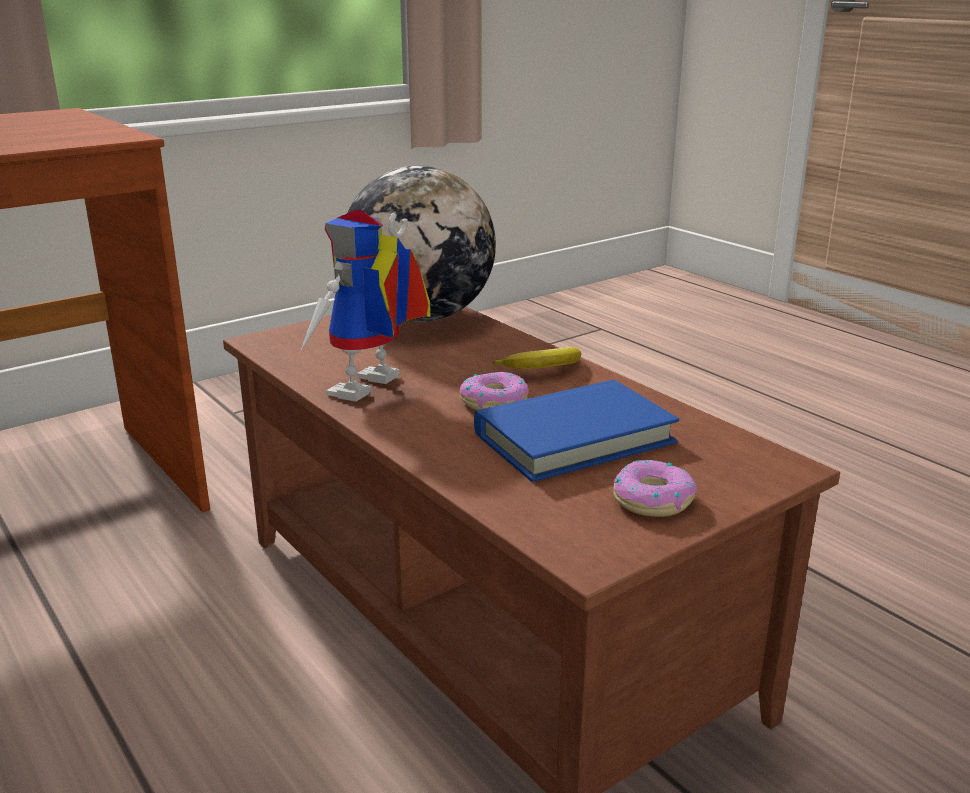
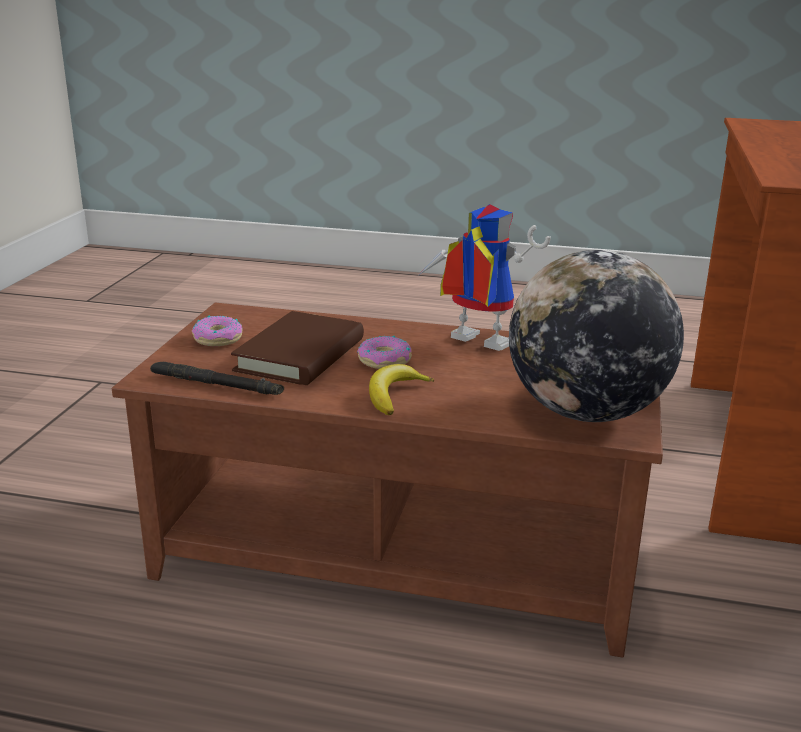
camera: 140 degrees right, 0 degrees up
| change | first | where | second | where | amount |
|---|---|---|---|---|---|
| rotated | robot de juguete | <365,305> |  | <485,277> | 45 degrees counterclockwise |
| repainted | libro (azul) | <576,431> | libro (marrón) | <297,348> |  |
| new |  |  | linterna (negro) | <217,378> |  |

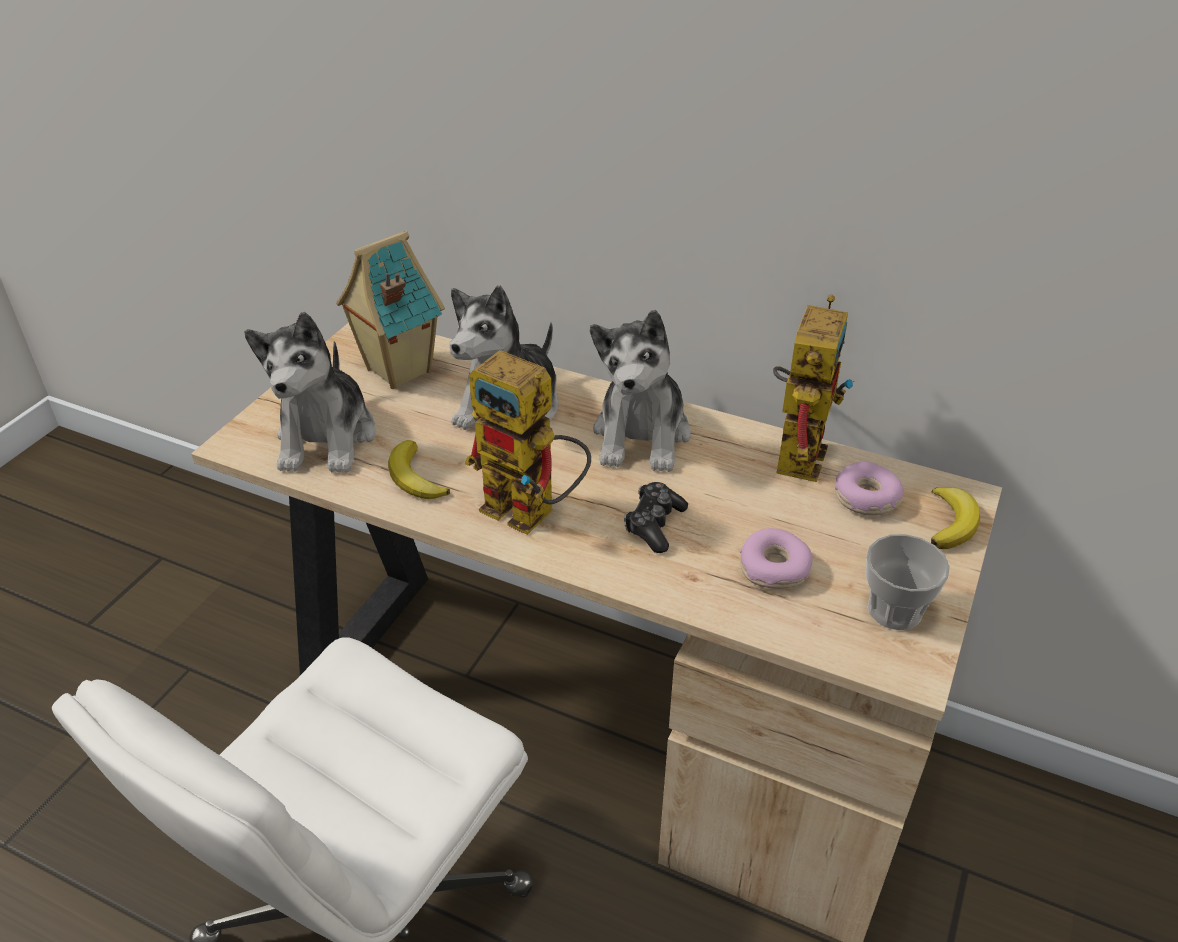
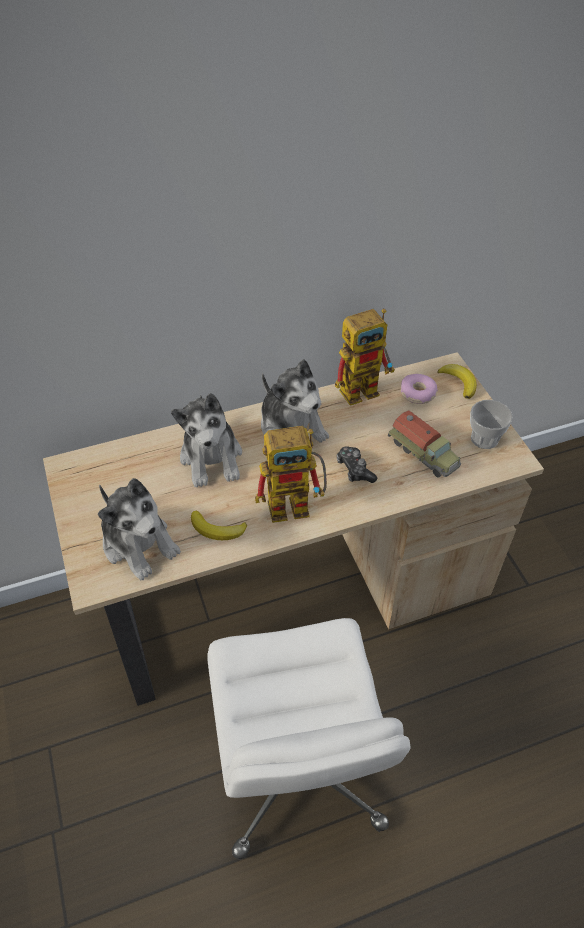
camera: 45 degrees left, 10 degrees up
| change | first | where | second | where | amount |
|---|---|---|---|---|---|
| gone | casita | <390,310> |  |  |  |
| rotated | robot de juguete | <813,388> |  | <365,357> | 90 degrees clockwise |
| swapped | rosquilla | <776,558> | camión de juguete | <424,444> |  |

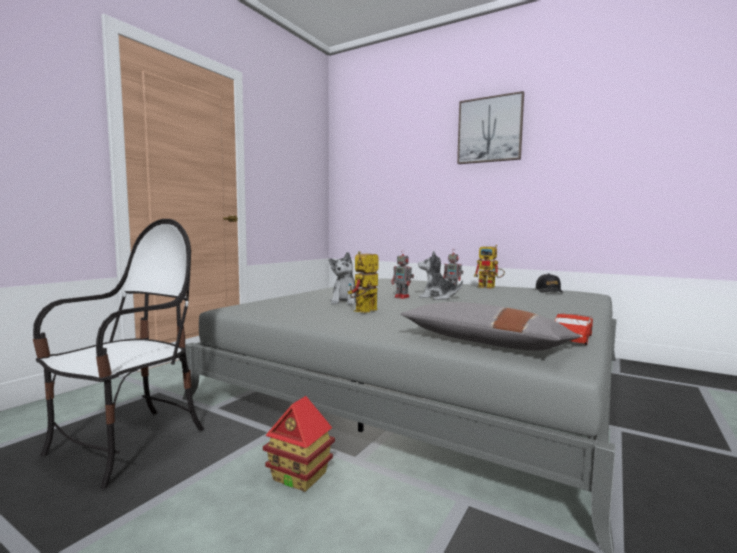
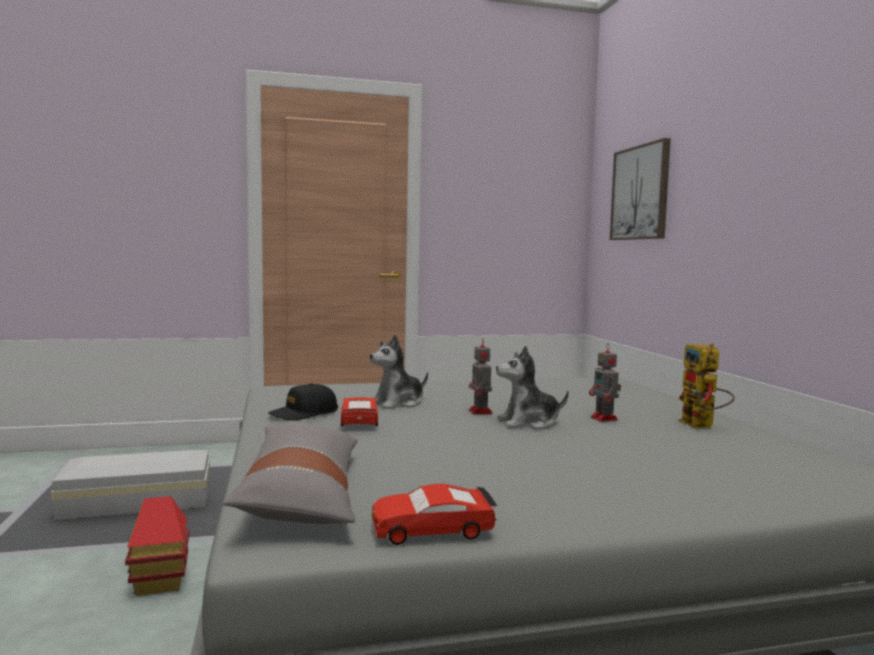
camera: 45 degrees right, 0 degrees up
| change | first | where | second | where | amount |
|---|---|---|---|---|---|
| shifted | cuadro | <490,127> |  | <640,189> |  |
| swapped | silla | <118,354> | caja de almacenaje (blanco) | <130,485> |  |
| rotated | peluche | <440,275> |  | <532,387> | 75 degrees counterclockwise |
| swapped | robot de juguete | <363,282> | coche de juguete (rojo) | <359,411> |  |
| shifted | gorra (negro) | <549,283> |  | <303,401> |  |

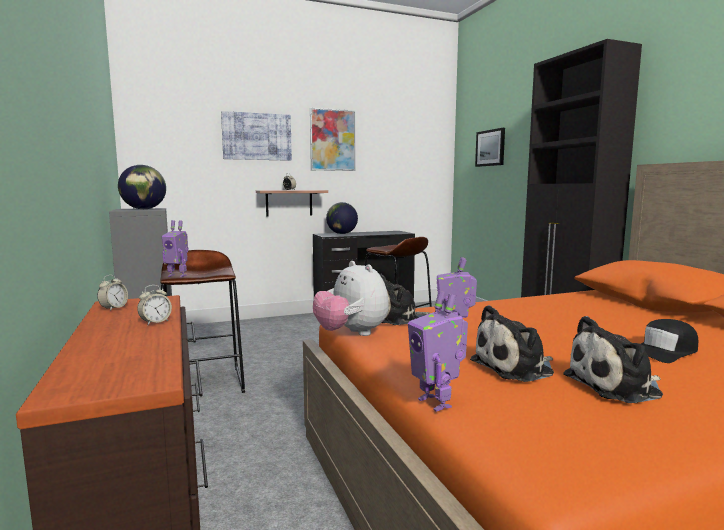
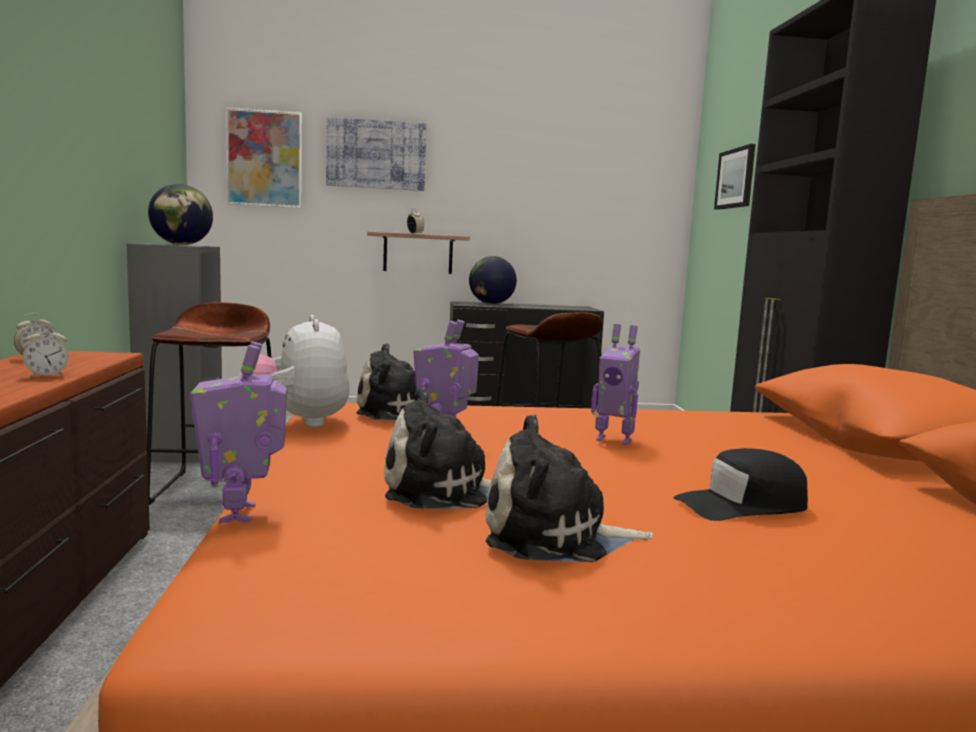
camera: 15 degrees right, 0 degrees up
| change | first | where | second | where | amount |
|---|---|---|---|---|---|
| shifted | cuadro | <333,139> |  | <264,157> |  |
| shifted | robot de juguete | <175,248> |  | <615,384> |  |

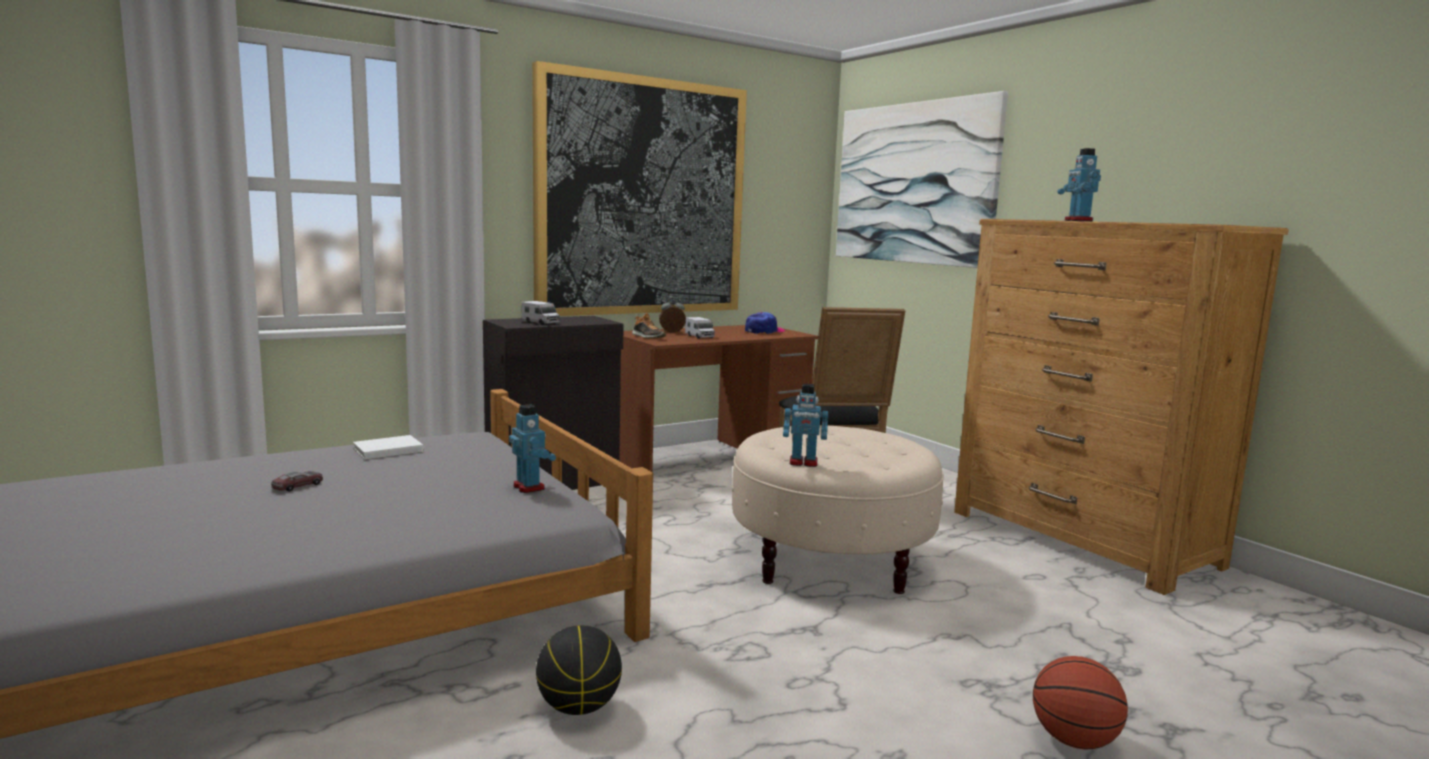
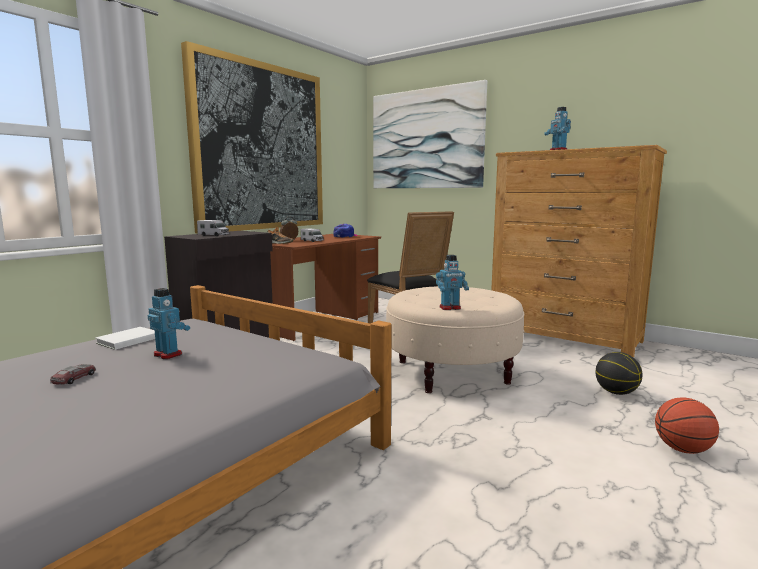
camera: 20 degrees left, 0 degrees up
| change | first | where | second | where | amount |
|---|---|---|---|---|---|
| shifted | robot de juguete | <532,448> |  | <169,323> |  |
| shifted | balón de baloncesto | <579,670> |  | <619,373> |  |

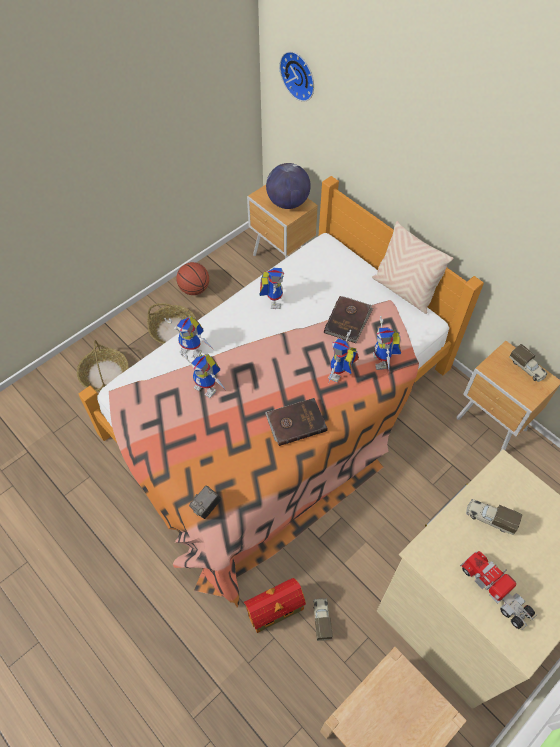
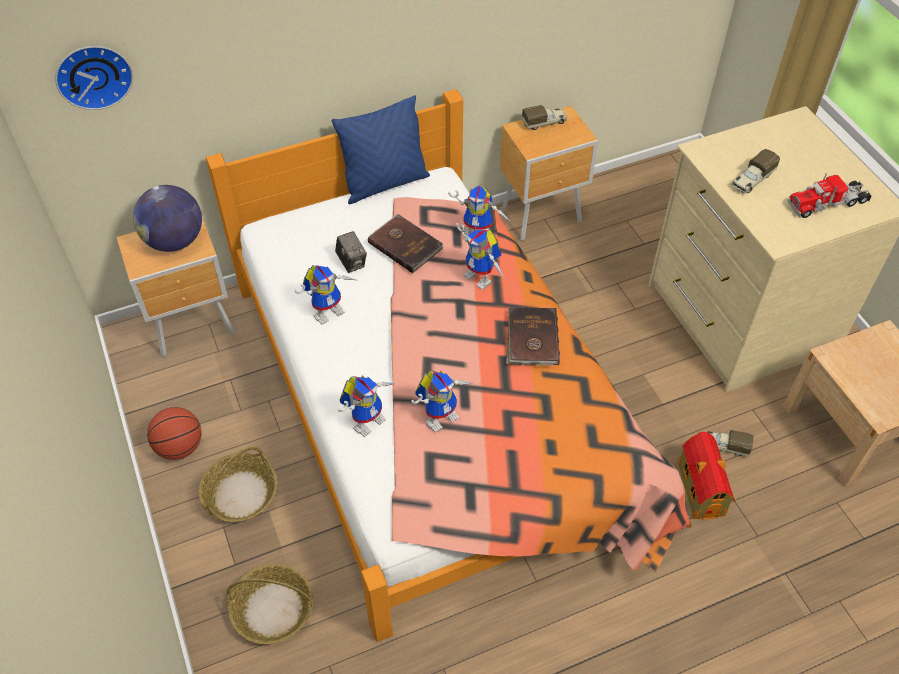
camera: 70 degrees left, 5 degrees down
| change | first | where | second | where | amount |
|---|---|---|---|---|---|
| repainted | cojín (beis) | <413,267> | cojín (azul) | <380,149> |  |
| rotated | robot de juguete | <272,288> |  | <325,295> | 120 degrees clockwise |
| shifted | cámara | <205,502> |  | <351,252> |  |

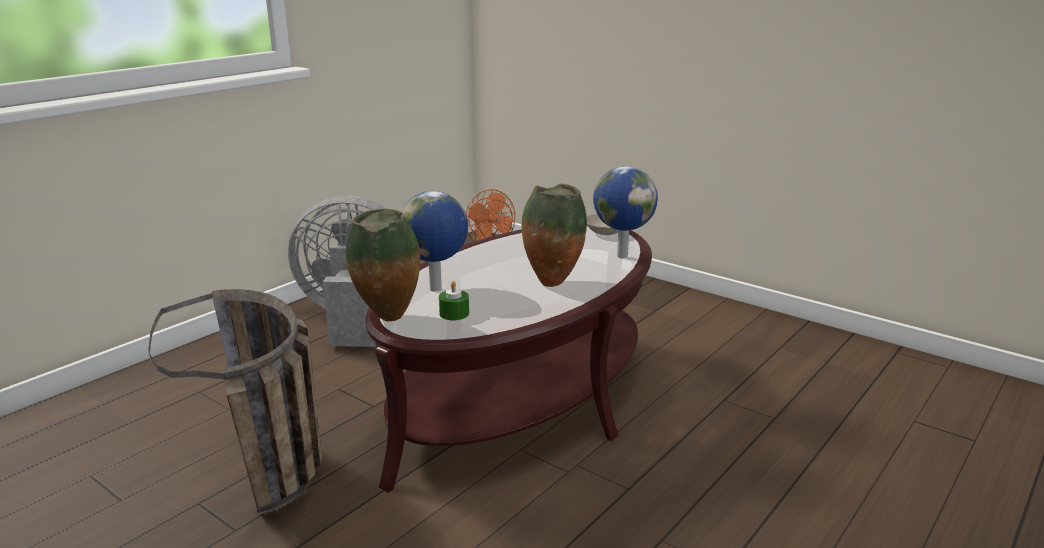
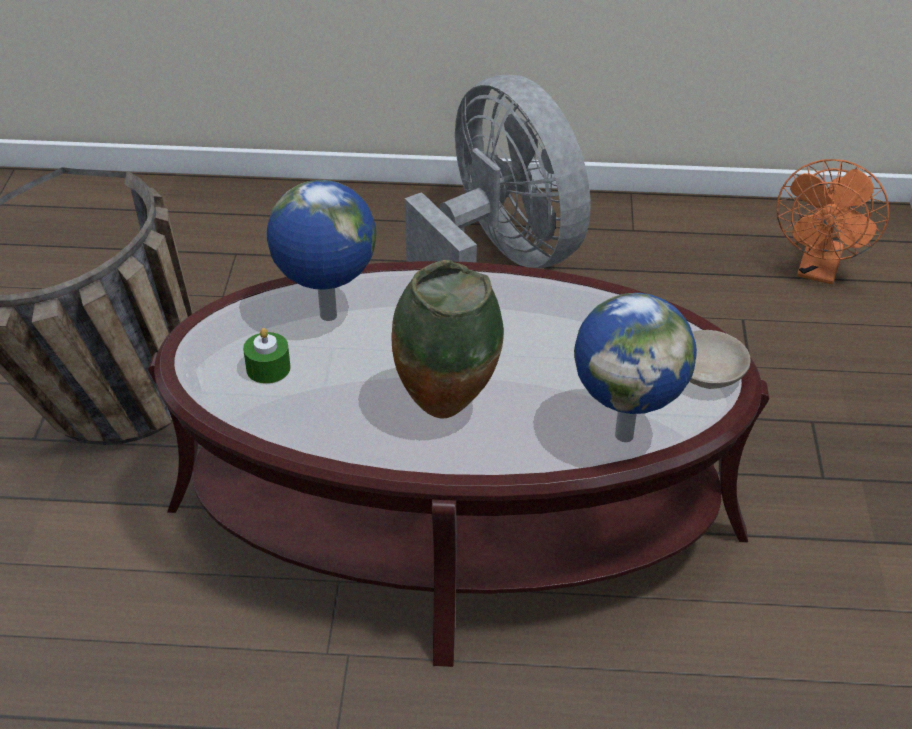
camera: 55 degrees right, 20 degrees up
| change | first | where | second | where | amount |
|---|---|---|---|---|---|
| gone | florero | <383,265> |  |  |  |

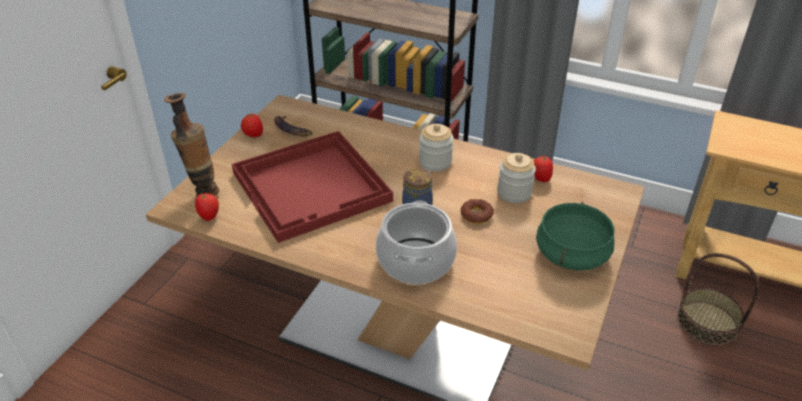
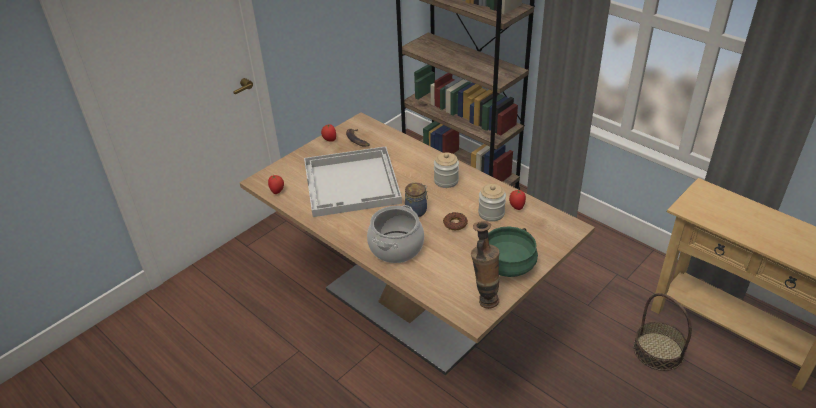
camera: 20 degrees right, 0 degrees up
| change | first | where | second | where | amount |
|---|---|---|---|---|---|
| shifted | florero | <191,145> |  | <485,265> |  |
| repainted | bandeja (rojo) | <312,187> | bandeja (blanco) | <353,181> |  |

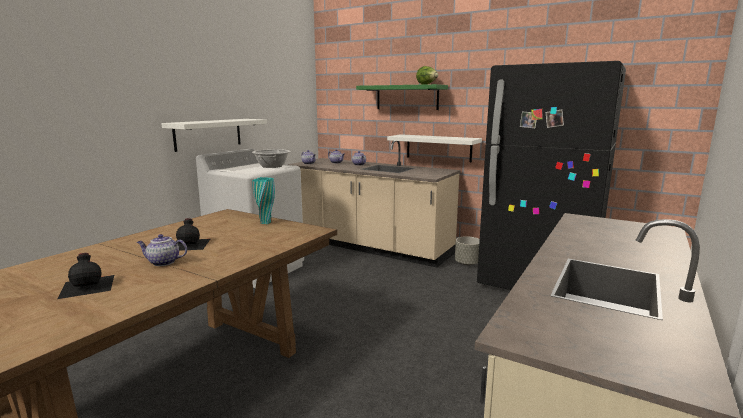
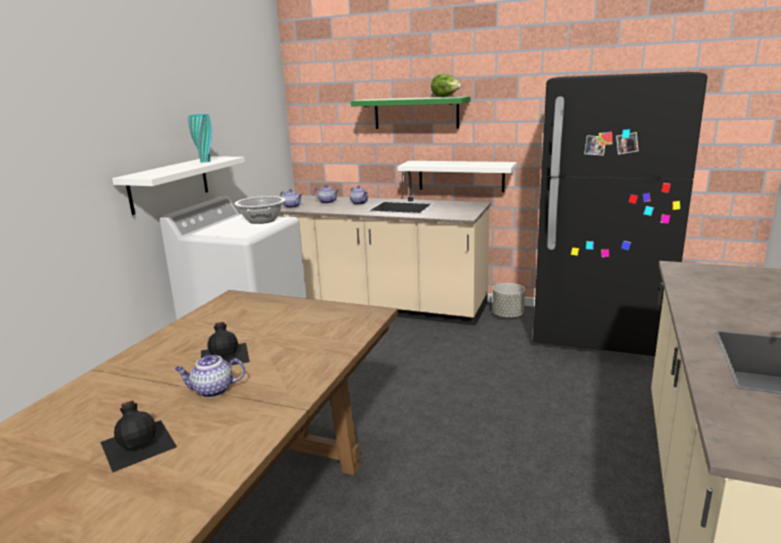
camera: 10 degrees left, 5 degrees up
| change | first | where | second | where | amount |
|---|---|---|---|---|---|
| shifted | florero (turquesa) | <263,200> |  | <200,138> |  |

